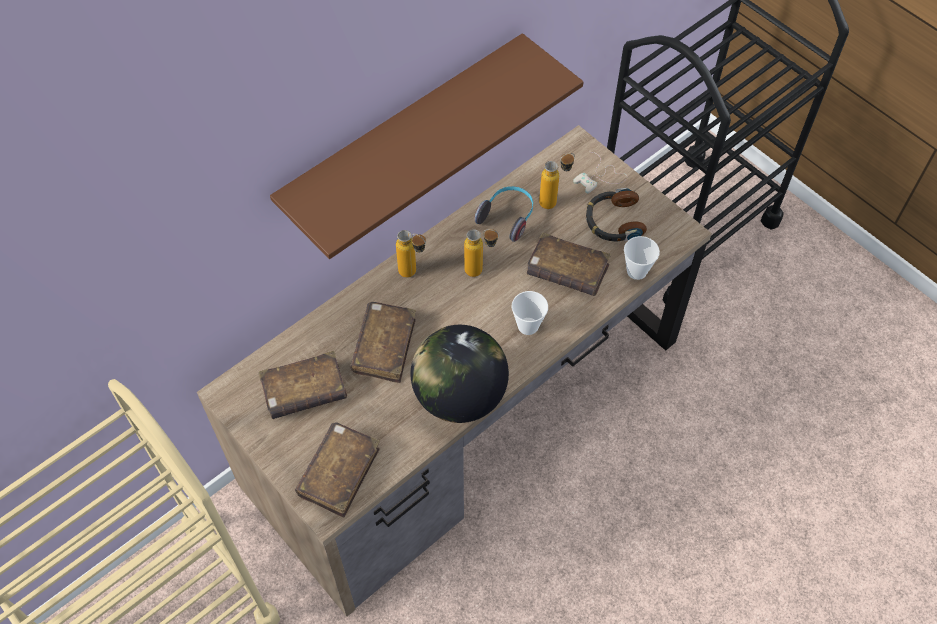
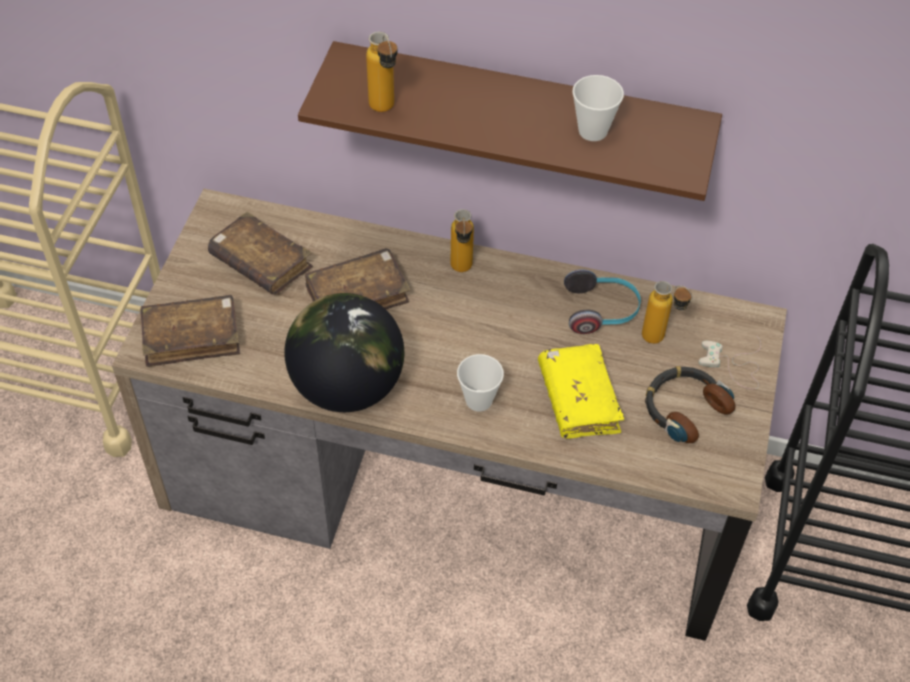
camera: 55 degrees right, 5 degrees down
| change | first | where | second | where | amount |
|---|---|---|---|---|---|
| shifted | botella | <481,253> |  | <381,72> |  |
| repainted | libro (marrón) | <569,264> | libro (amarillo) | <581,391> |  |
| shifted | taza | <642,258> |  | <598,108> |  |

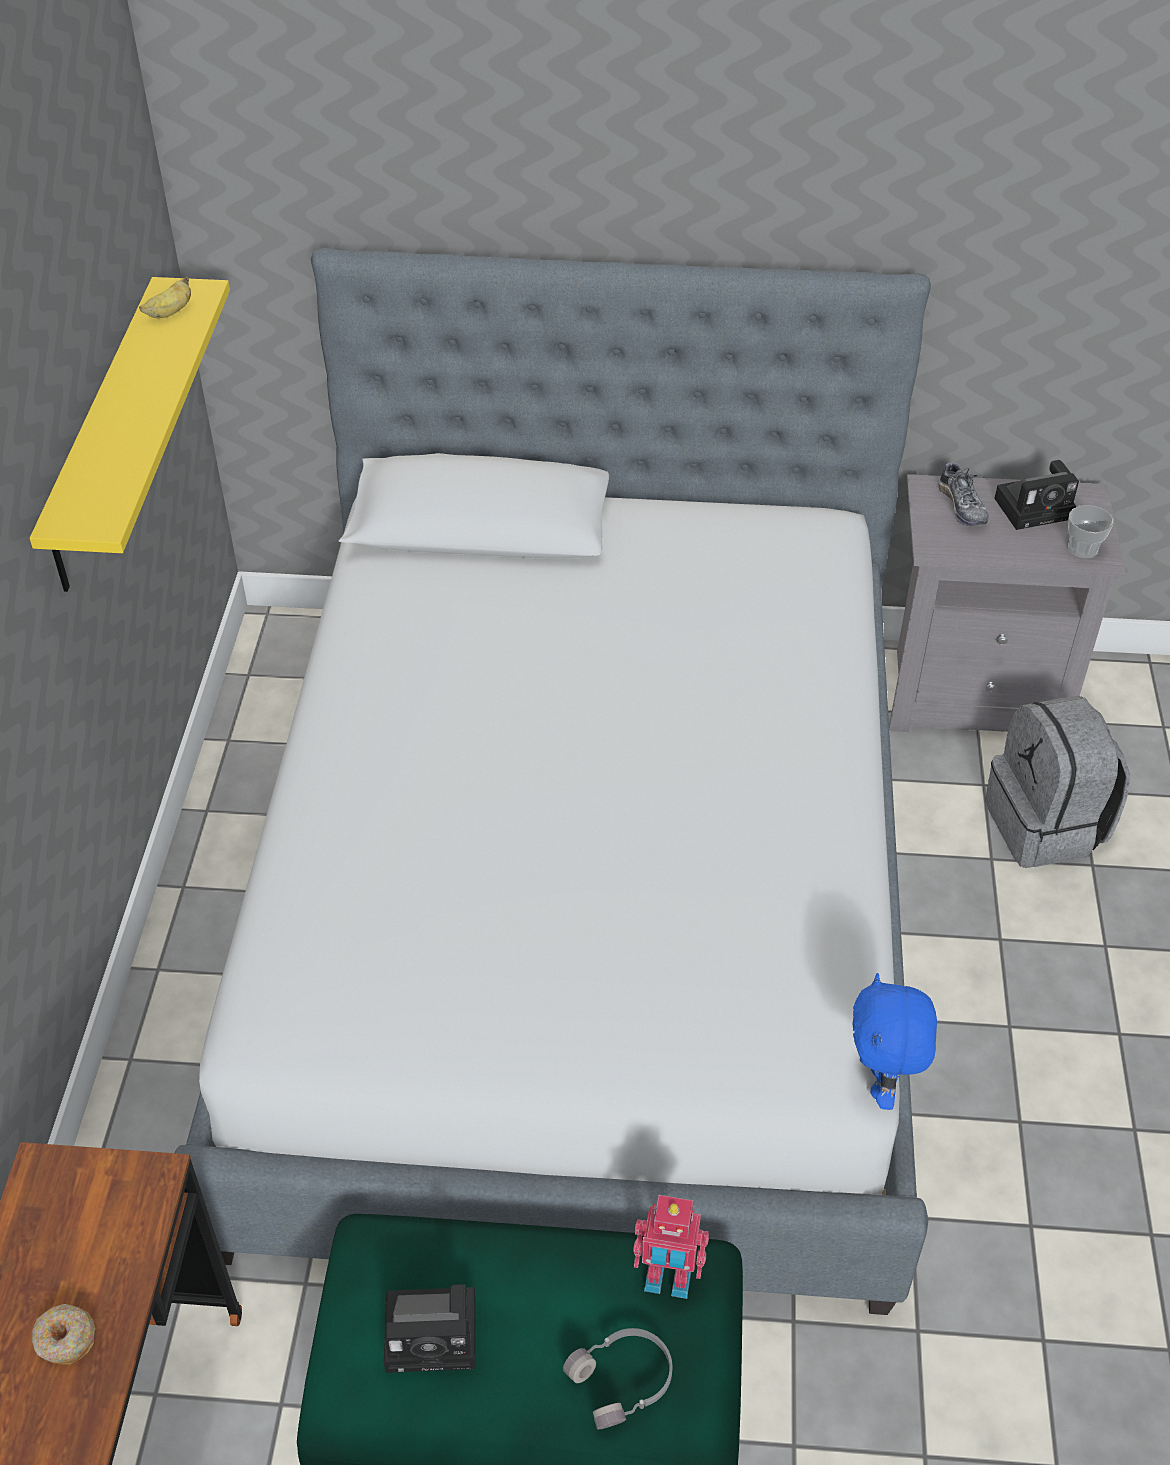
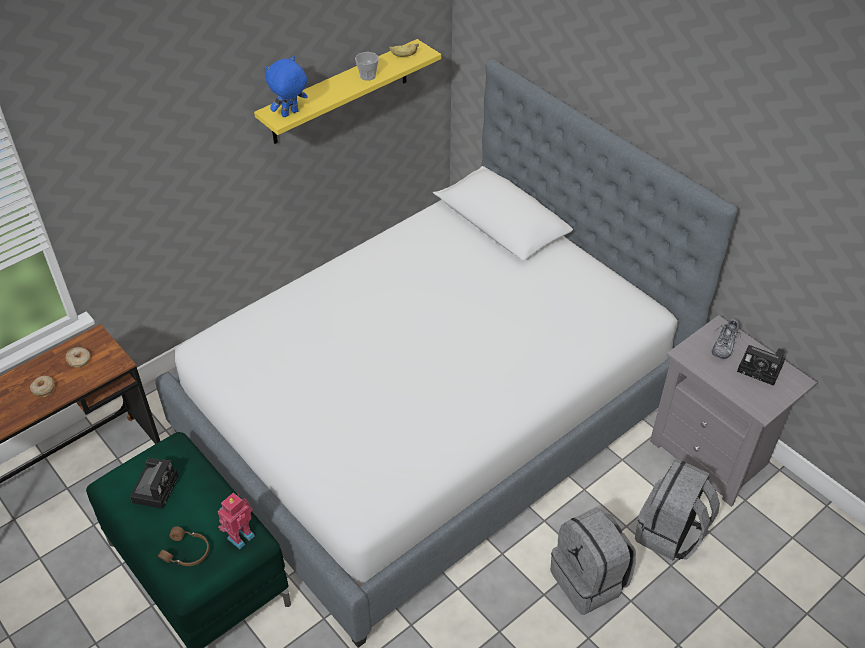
camera: 45 degrees right, 0 degrees up
| change | first | where | second | where | amount |
|---|---|---|---|---|---|
| shifted | taza | <1090,531> |  | <367,66> |  |
| shifted | peluche (azul) | <895,1041> |  | <286,86> |  |
| rotated | robot de juguete | <671,1247> |  | <236,521> | 75 degrees clockwise |
| rotated | cámara | <430,1328> |  | <154,483> | 120 degrees counterclockwise |
| repainted | auriculares (gris) | <617,1378> | auriculares (marrón) | <183,546> |  |
| new |  |  | rosquilla | <77,357> |  |
| new |  |  | mochila (gris) | <593,561> |  |

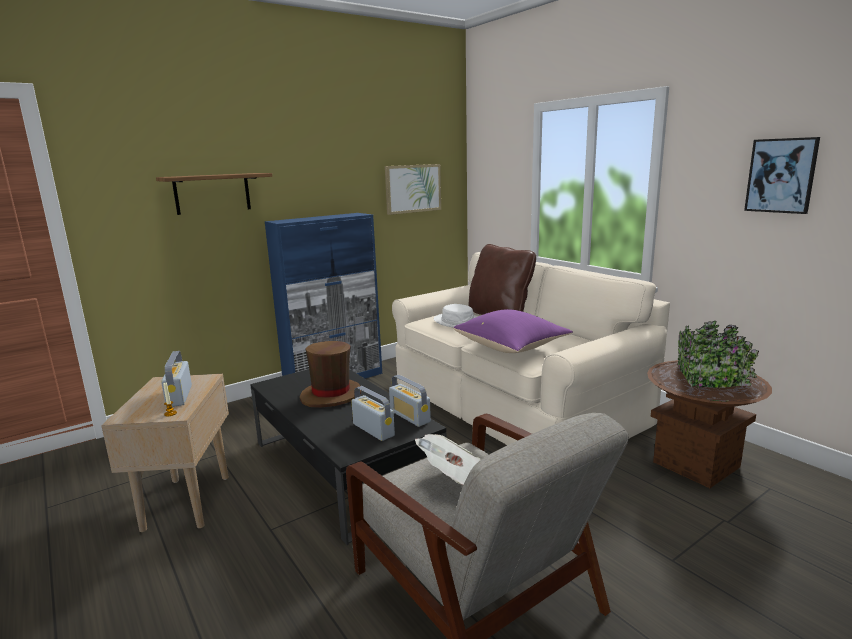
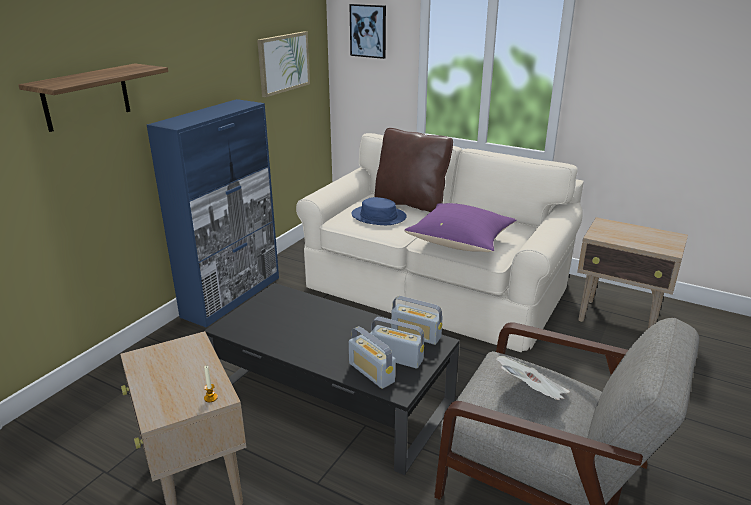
camera: 25 degrees left, 10 degrees up
| change | first | where | second | where | amount |
|---|---|---|---|---|---|
| shifted | cuadro | <782,175> |  | <367,31> |  |
| repainted | sombrero (blanco) | <456,315> | sombrero (azul) | <379,211> |  |
| swapped | maceta (marrón) | <709,404> | mesa auxiliar (beis) | <632,272> |  |
| gone | sombrero (marrón) | <330,374> |  |  |  |
| shifted | radio | <176,379> |  | <372,357> |  |

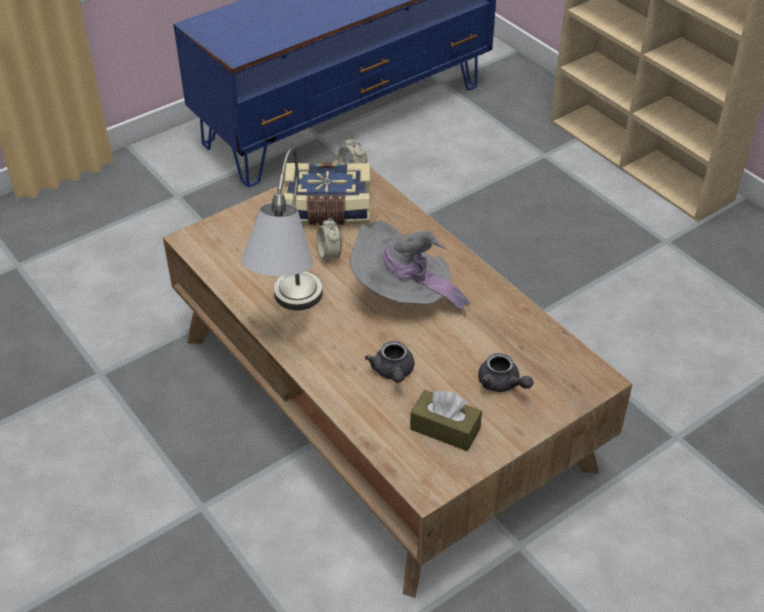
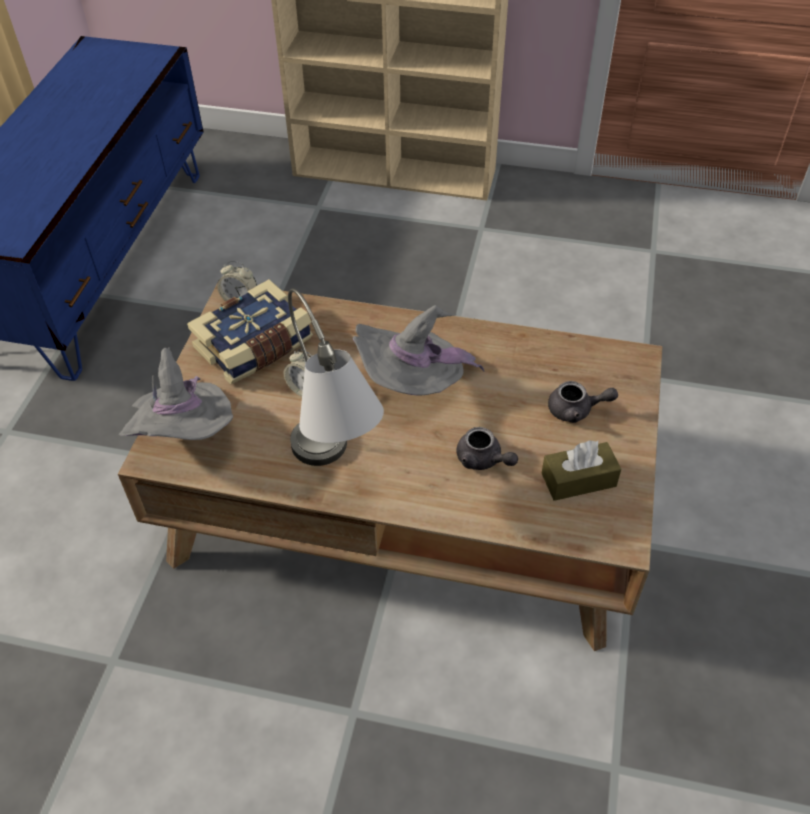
camera: 40 degrees left, 5 degrees up
| change | first | where | second | where | amount |
|---|---|---|---|---|---|
| new |  |  | sombrero (gris) | <176,393> |  |

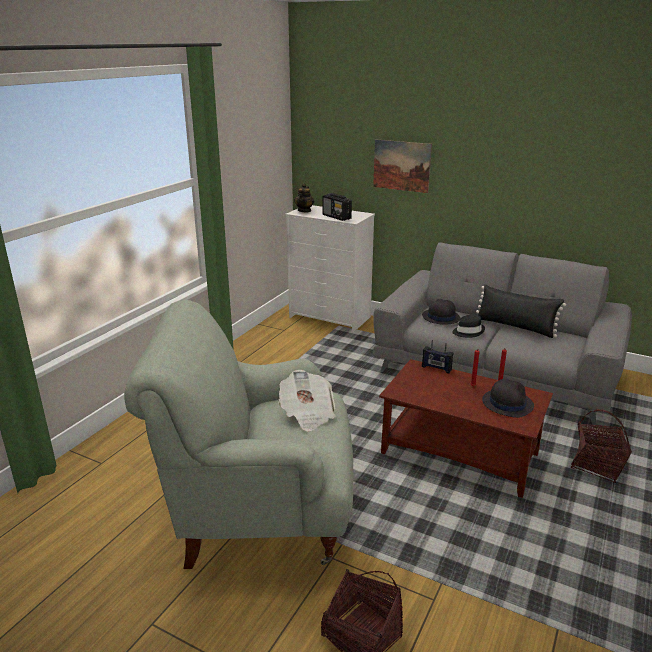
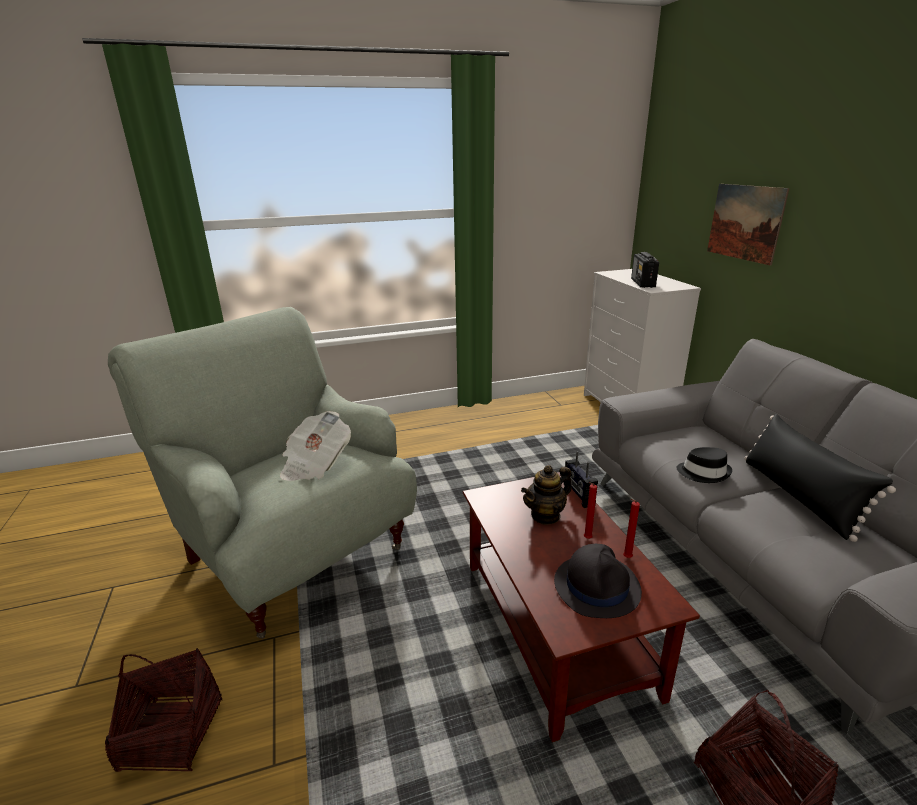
camera: 45 degrees right, 0 degrees up
| change | first | where | second | where | amount |
|---|---|---|---|---|---|
| shifted | tetera | <304,197> |  | <546,495> |  |
| gone | sombrero (negro) | <441,312> |  |  |  |

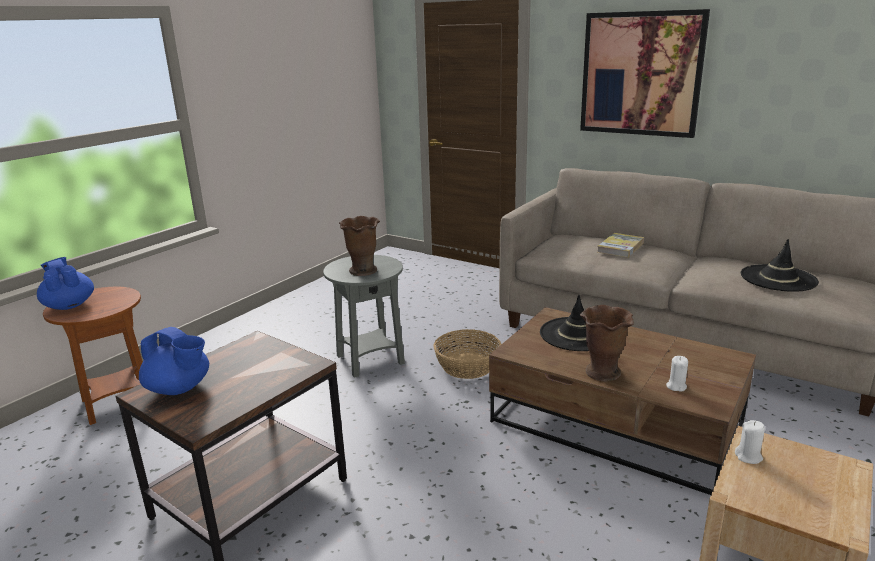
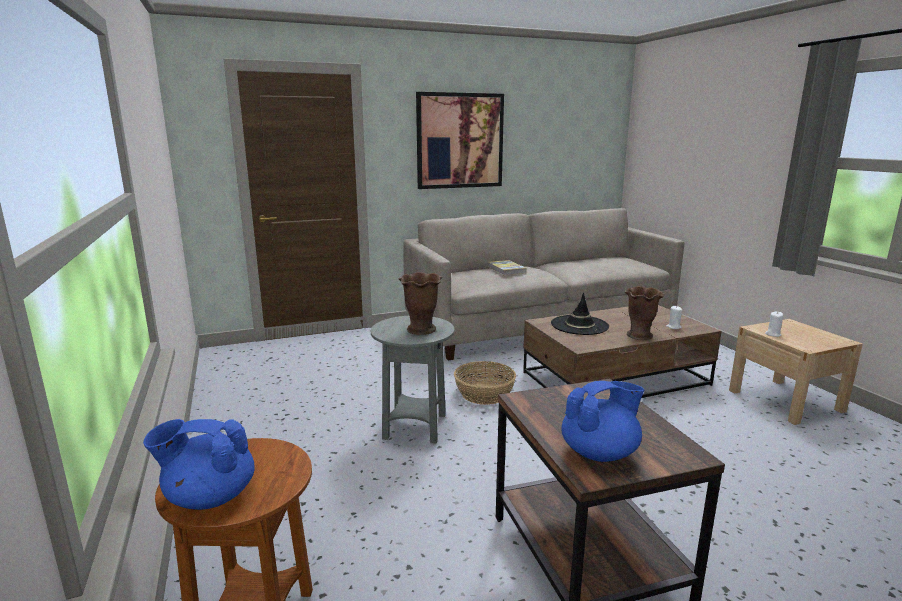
camera: 55 degrees left, 5 degrees down
| change | first | where | second | where | amount |
|---|---|---|---|---|---|
| gone | sombrero (negro) | <780,265> |  |  |  |

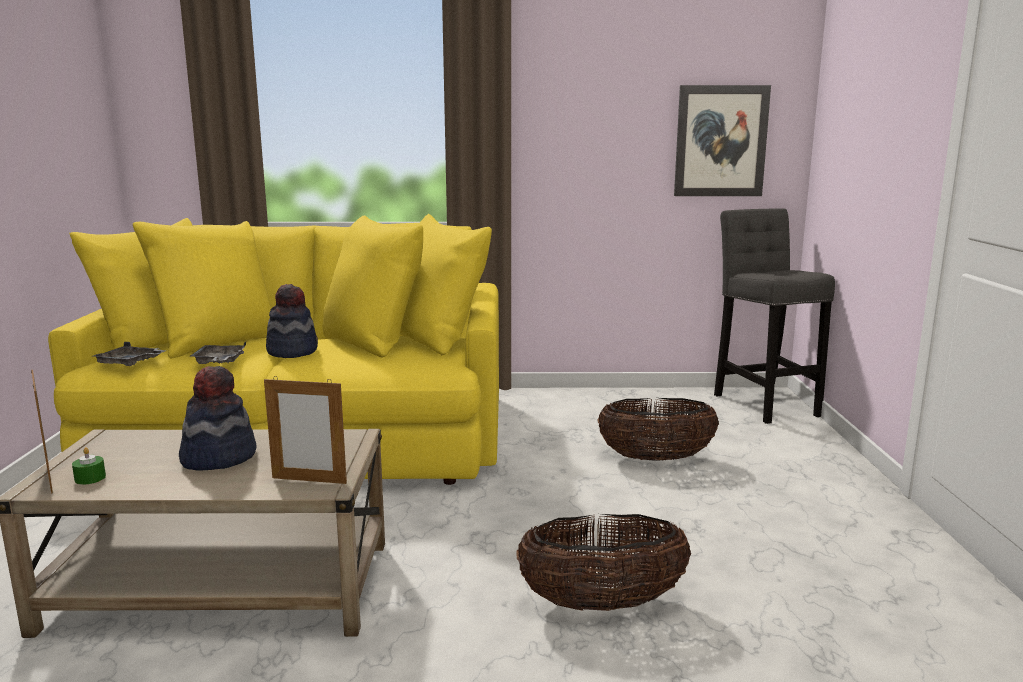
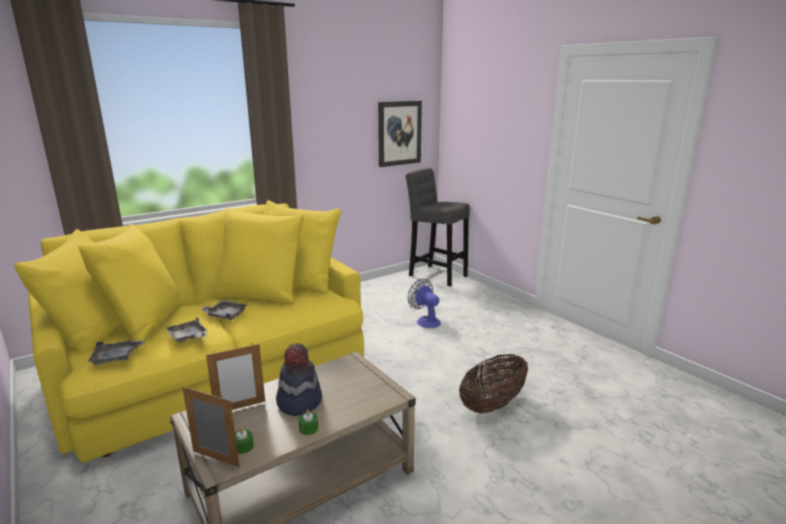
camera: 35 degrees left, 5 degrees up
| change | first | where | second | where | amount |
|---|---|---|---|---|---|
| swapped | sombrero | <292,321> | bandeja (gris) | <223,310> |  |
| shifted | portarretratos | <305,430> |  | <235,376> |  |
| swapped | cesta | <658,429> | ventilador | <424,303> |  |
| new |  |  | vela (verde) | <308,422> |  |

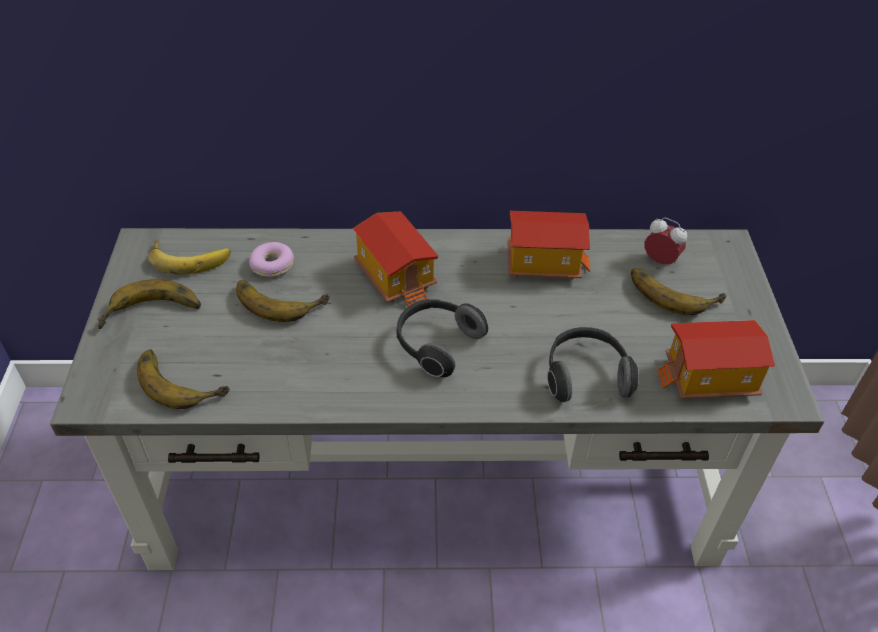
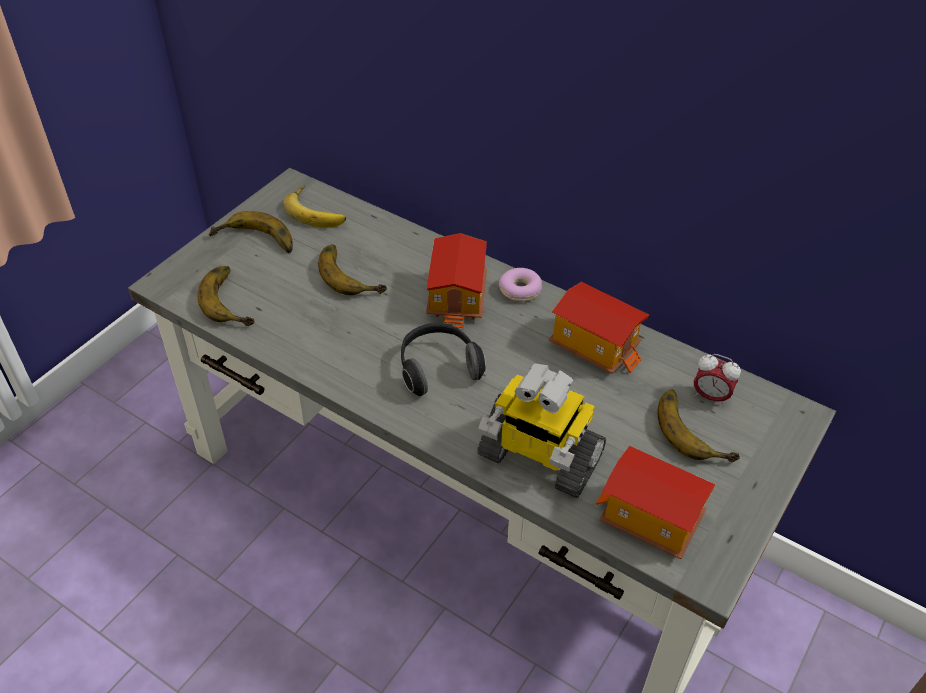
camera: 35 degrees right, 0 degrees up
| change | first | where | second | where | amount |
|---|---|---|---|---|---|
| rotated | despertador | <665,241> |  | <717,380> | 135 degrees clockwise |
| shifted | rosquilla | <271,259> |  | <520,285> |  |
| swapped | auriculares | <593,364> | robot de juguete | <541,430> |  |

